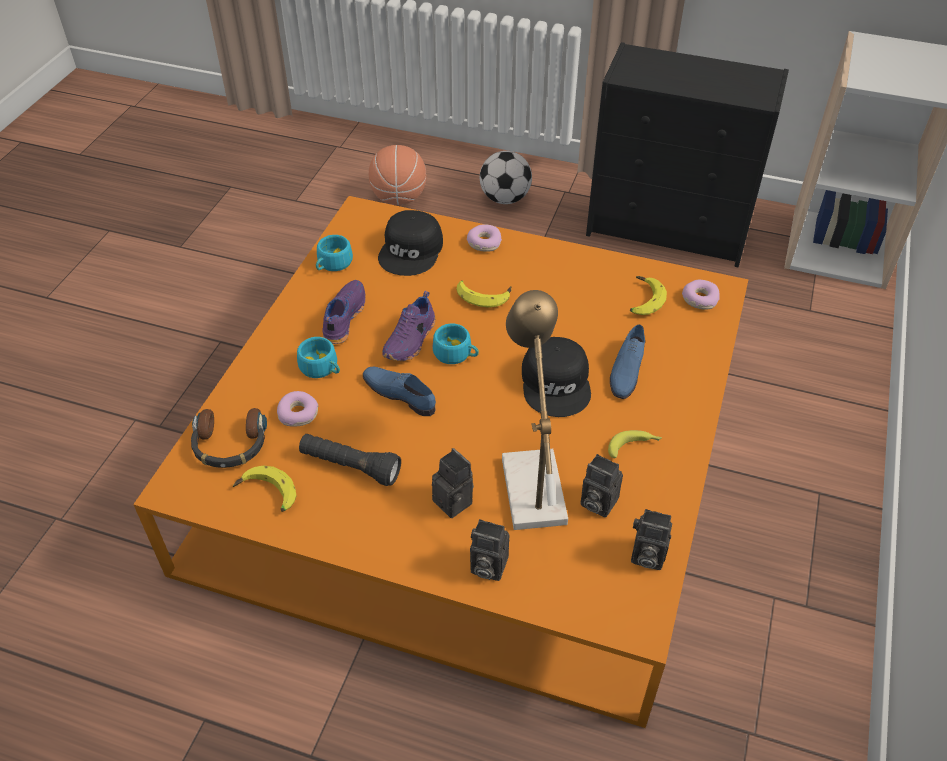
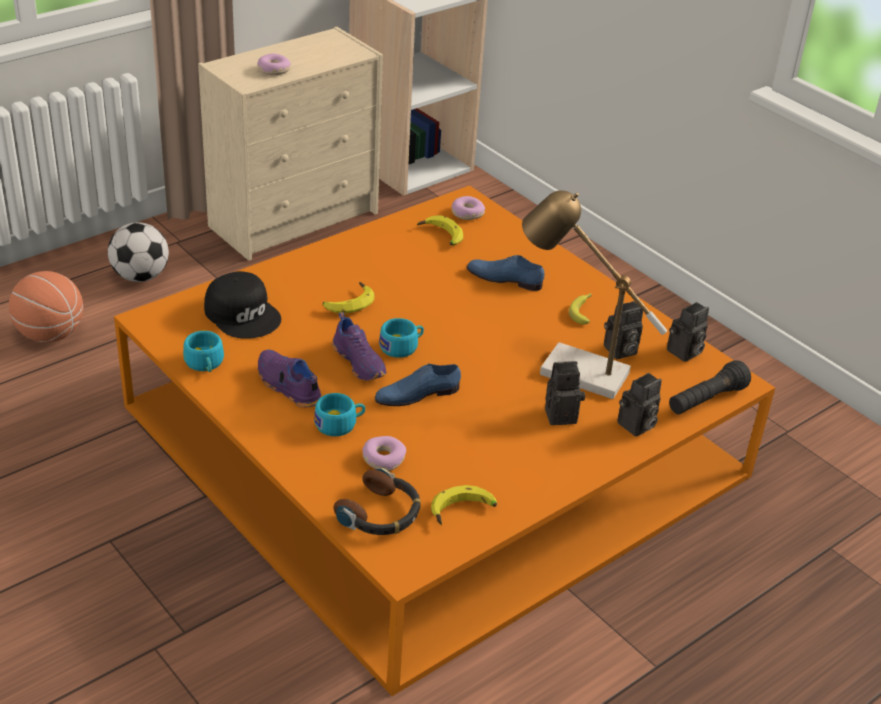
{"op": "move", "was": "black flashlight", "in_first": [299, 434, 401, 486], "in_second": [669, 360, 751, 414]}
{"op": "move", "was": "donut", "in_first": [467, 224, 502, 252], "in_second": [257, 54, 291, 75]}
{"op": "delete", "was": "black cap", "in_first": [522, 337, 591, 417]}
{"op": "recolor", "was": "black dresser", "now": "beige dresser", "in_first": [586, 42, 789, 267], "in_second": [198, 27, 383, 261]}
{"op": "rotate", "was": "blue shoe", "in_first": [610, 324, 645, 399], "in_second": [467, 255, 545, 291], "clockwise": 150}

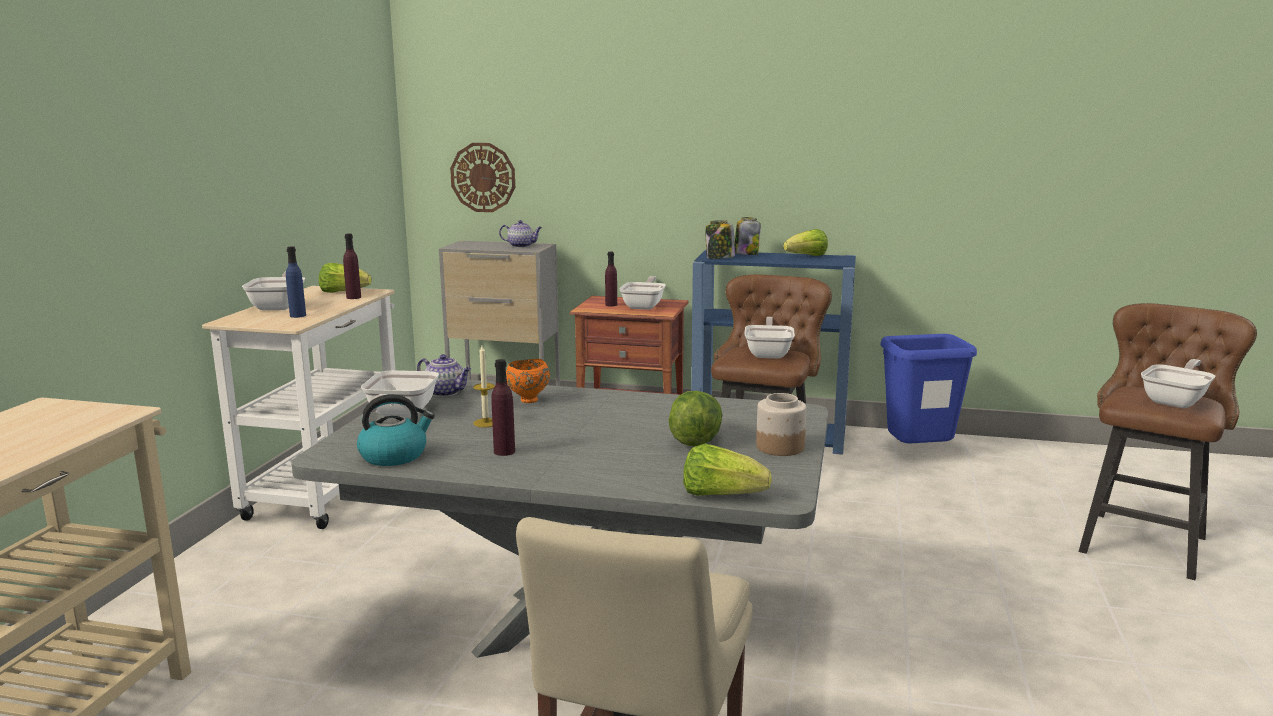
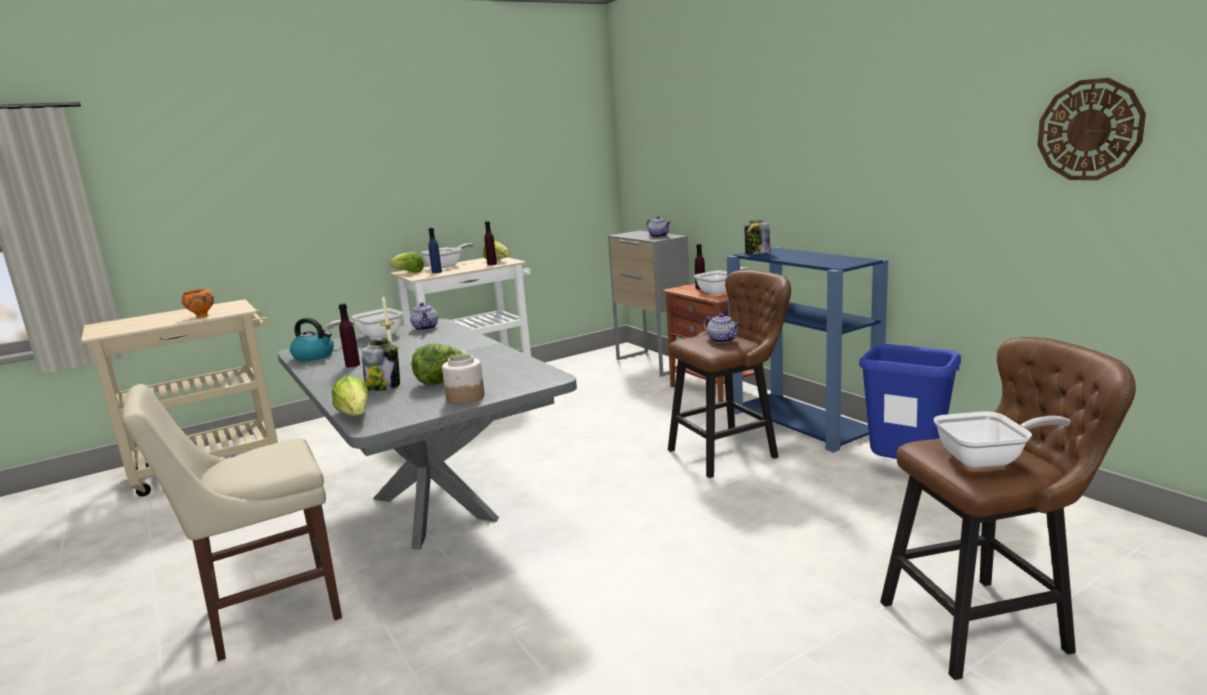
{"op": "move", "was": "wall clock", "in_first": [450, 143, 515, 212], "in_second": [1037, 78, 1146, 180]}
{"op": "move", "was": "orange bowl", "in_first": [506, 359, 550, 403], "in_second": [182, 290, 214, 318]}
{"op": "move", "was": "jar", "in_first": [735, 217, 761, 255], "in_second": [362, 340, 400, 391]}
{"op": "replace", "was": "frying pan", "now": "teapot", "in_first": [745, 317, 795, 358], "in_second": [703, 313, 741, 343]}
{"op": "move", "was": "lettuce", "in_first": [783, 229, 828, 256], "in_second": [390, 252, 424, 273]}

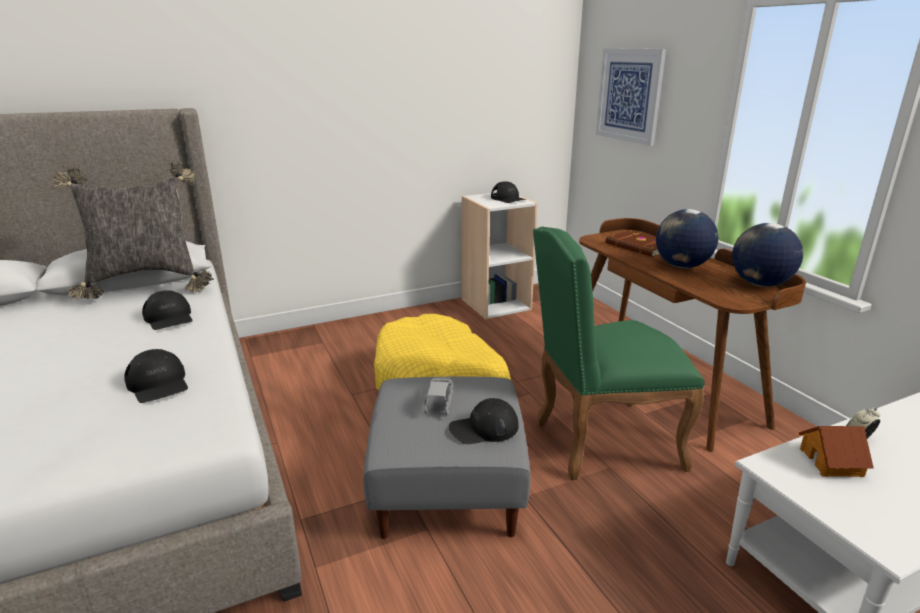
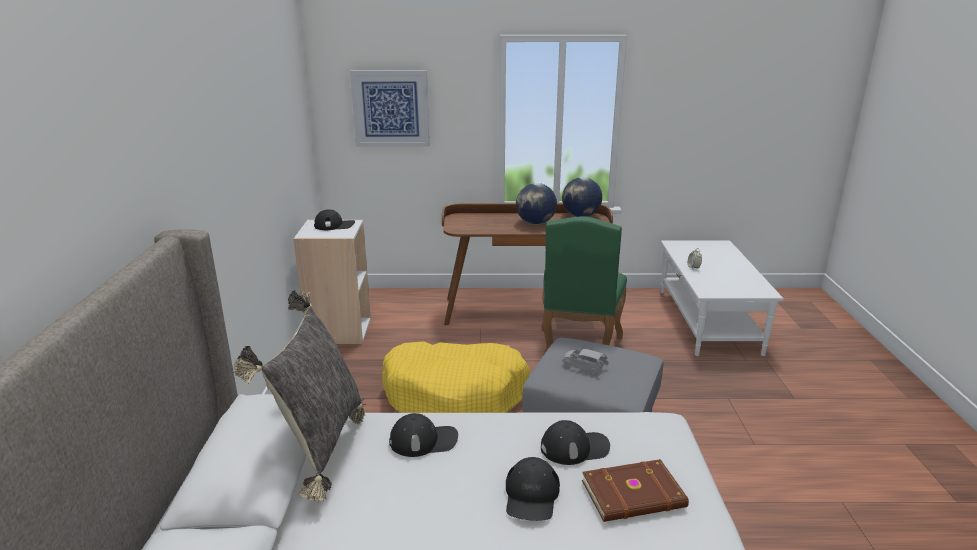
{"op": "move", "was": "black cap", "in_first": [449, 398, 519, 444], "in_second": [506, 457, 560, 521]}
{"op": "move", "was": "brown book", "in_first": [606, 230, 660, 257], "in_second": [582, 459, 689, 522]}
{"op": "delete", "was": "toy house", "in_first": [799, 426, 874, 477]}

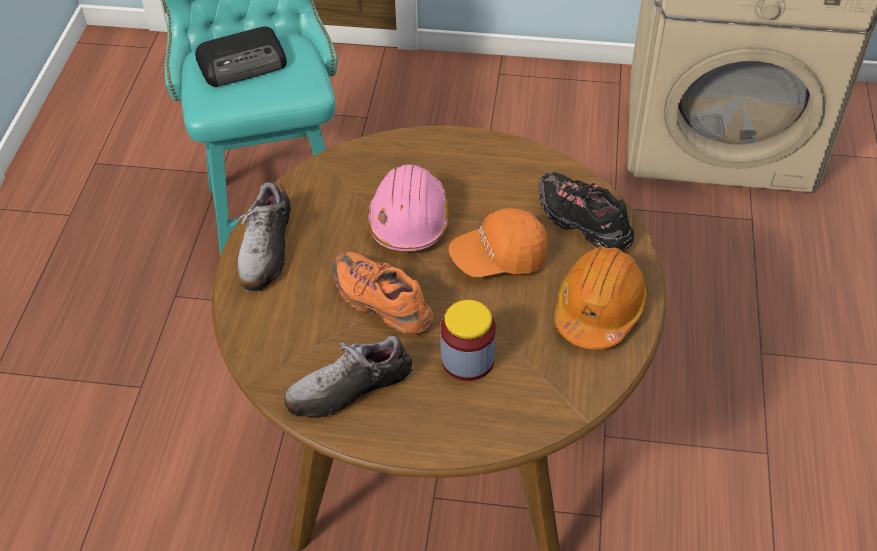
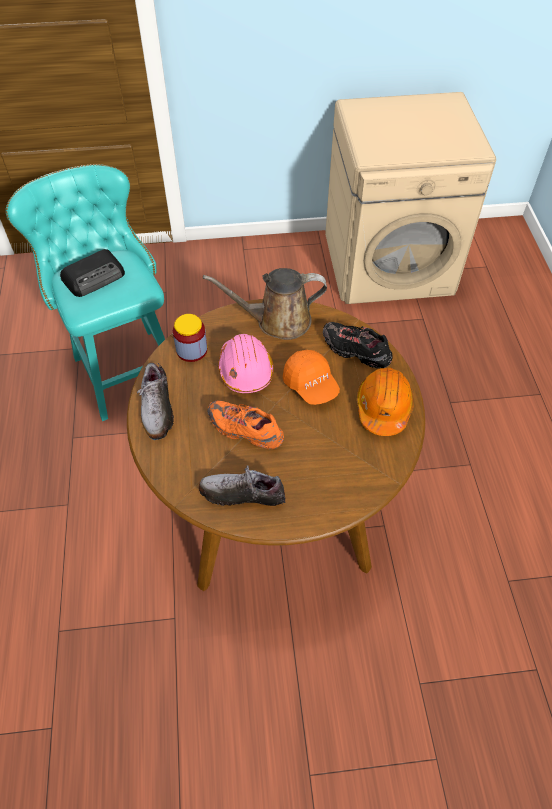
{"op": "rotate", "was": "shoe", "in_first": [284, 335, 413, 418], "in_second": [199, 465, 285, 506], "clockwise": 45}
{"op": "move", "was": "jar", "in_first": [441, 300, 496, 381], "in_second": [173, 314, 207, 362]}
{"op": "rotate", "was": "orange cap", "in_first": [449, 208, 547, 277], "in_second": [283, 350, 340, 405], "clockwise": -90}
{"op": "insert", "now": "brown watering can", "in_second": [203, 268, 327, 340]}

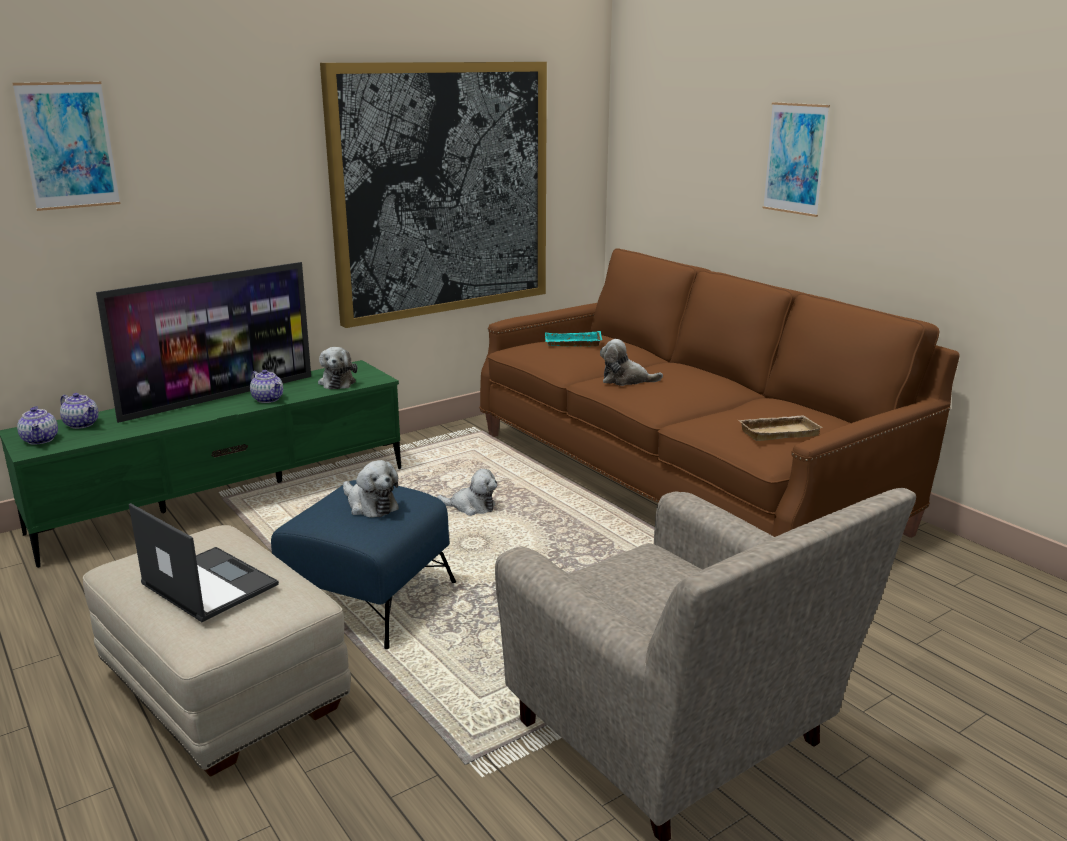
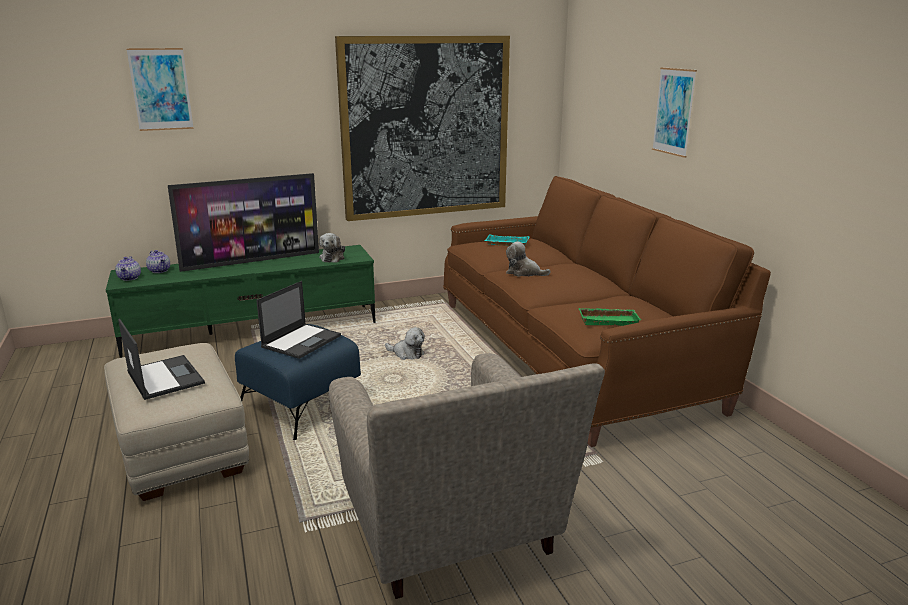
{"op": "delete", "was": "teapot", "in_first": [250, 370, 283, 403]}
{"op": "replace", "was": "plush toy", "now": "laptop", "in_first": [343, 460, 399, 518], "in_second": [256, 281, 341, 359]}
{"op": "recolor", "was": "beige tray", "now": "green tray", "in_first": [738, 415, 823, 441], "in_second": [579, 308, 641, 326]}

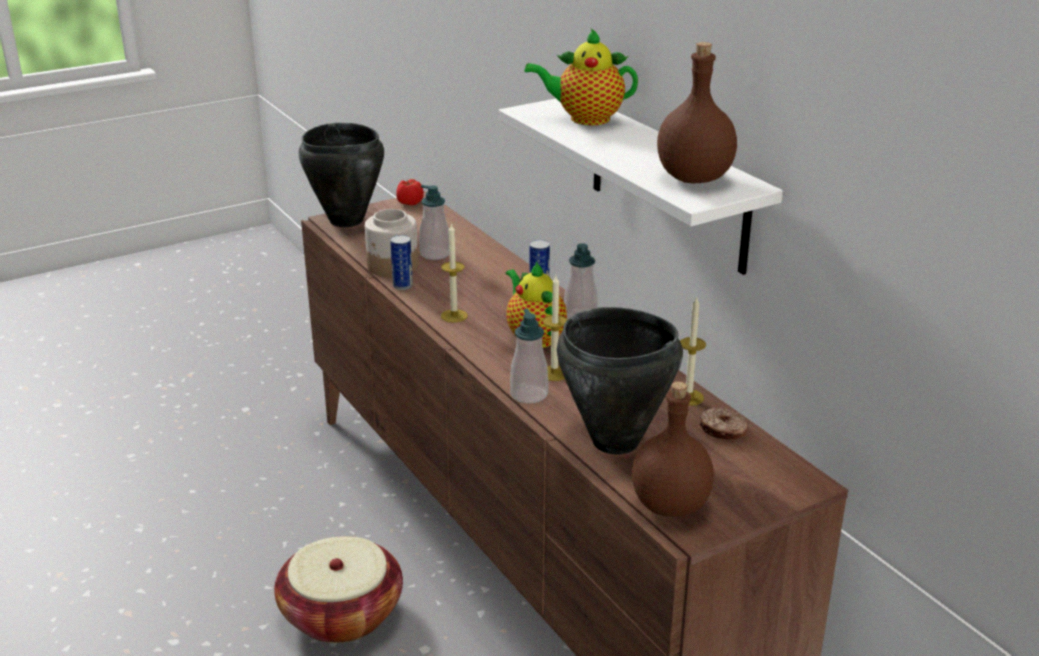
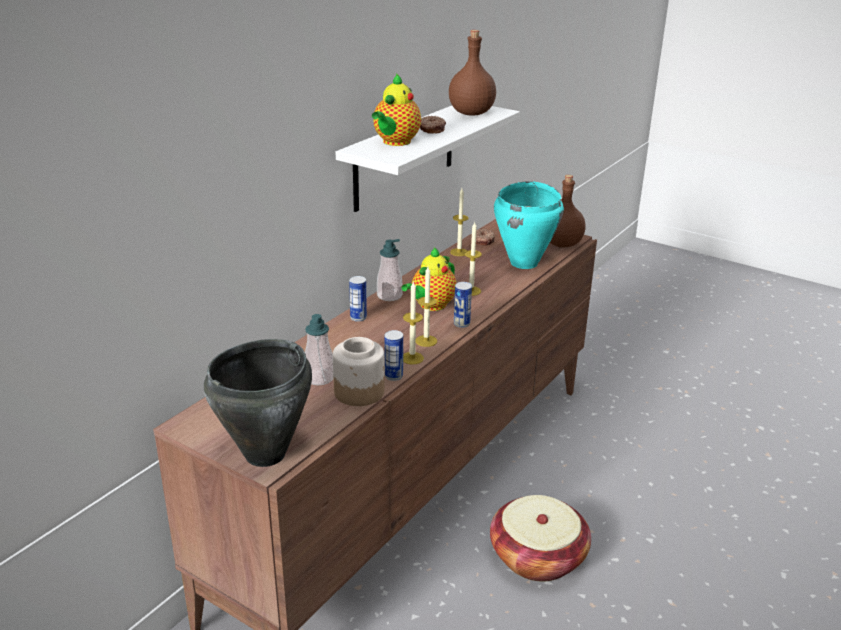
{"op": "delete", "was": "tomato", "in_first": [396, 179, 424, 205]}
{"op": "delete", "was": "soap dispenser", "in_first": [510, 309, 548, 403]}
{"op": "rotate", "was": "teapot", "in_first": [524, 28, 638, 125], "in_second": [372, 73, 421, 146], "clockwise": 45}
{"op": "recolor", "was": "black cooking pot", "now": "turquoise cooking pot", "in_first": [557, 307, 683, 455], "in_second": [494, 181, 564, 269]}
{"op": "insert", "now": "candle", "in_second": [403, 281, 424, 365]}
{"op": "insert", "now": "donut", "in_second": [420, 116, 446, 134]}
{"op": "insert", "now": "can", "in_second": [454, 282, 472, 328]}

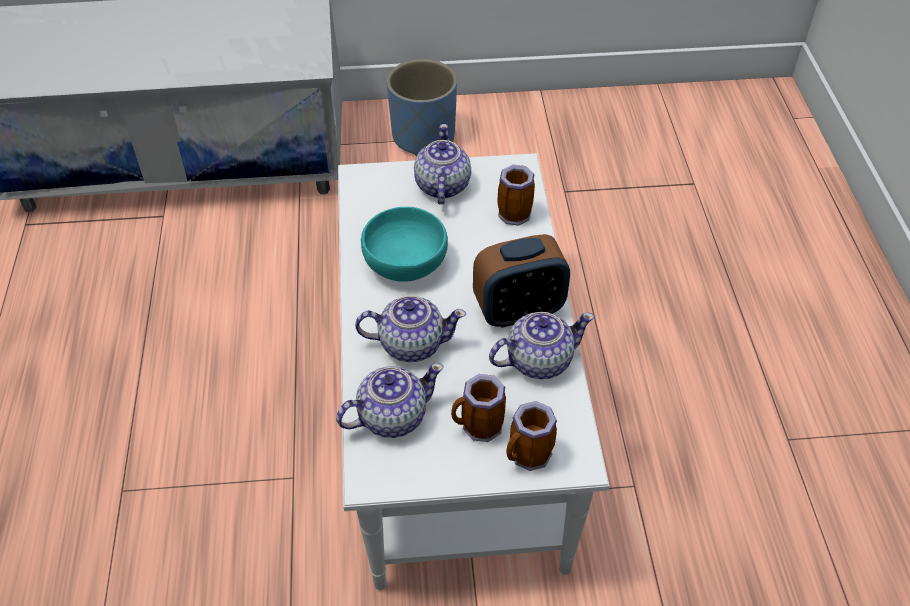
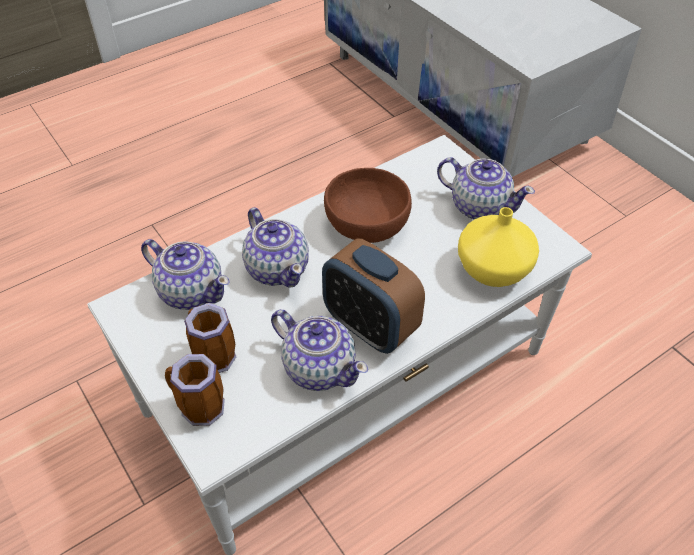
{"op": "recolor", "was": "turquoise bowl", "now": "brown bowl", "in_first": [361, 207, 448, 282], "in_second": [324, 168, 412, 243]}
{"op": "delete", "was": "blue planter", "in_first": [387, 59, 457, 156]}
{"op": "rotate", "was": "teapot", "in_first": [414, 124, 471, 205], "in_second": [437, 157, 535, 219], "clockwise": 60}
{"op": "replace", "was": "mug", "now": "yellow vase", "in_first": [497, 165, 535, 226], "in_second": [458, 207, 539, 287]}

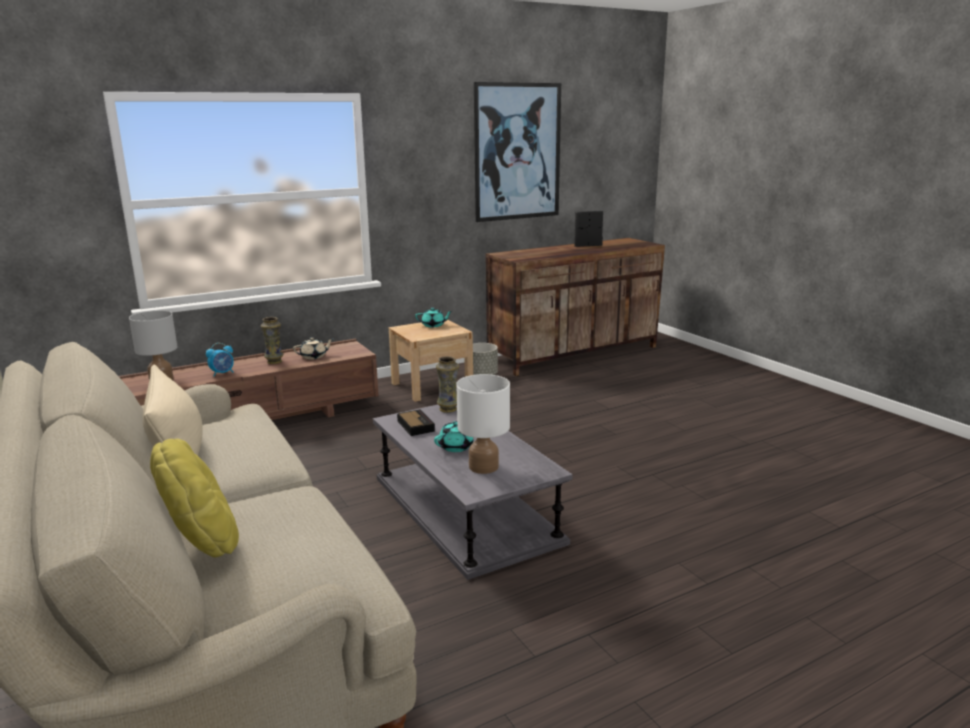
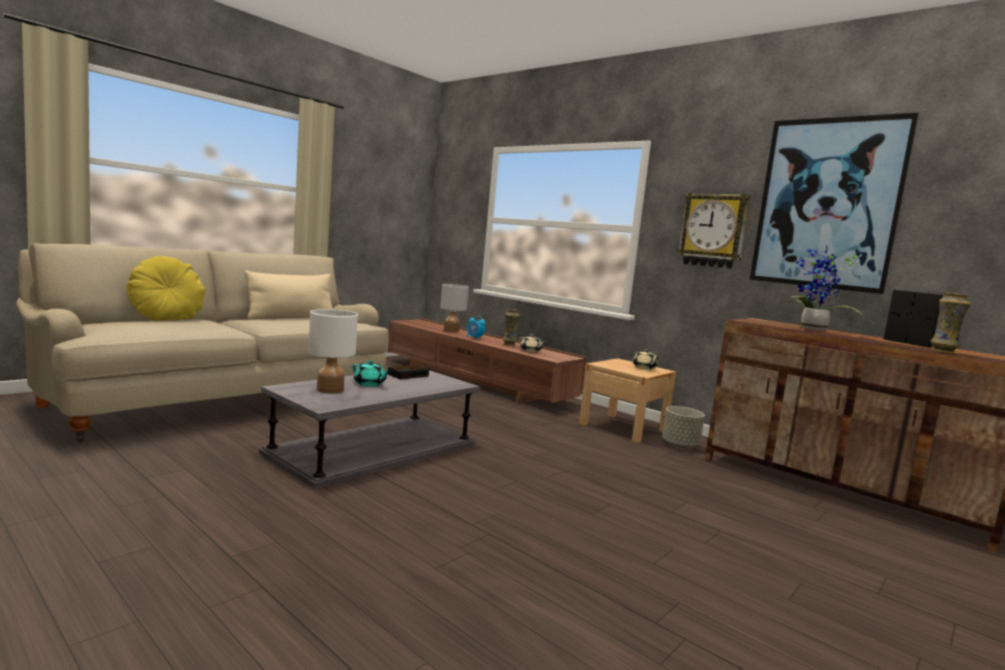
{"op": "recolor", "was": "turquoise teapot", "now": "beige teapot", "in_first": [415, 308, 453, 327], "in_second": [633, 349, 659, 370]}
{"op": "move", "was": "vase", "in_first": [436, 356, 459, 413], "in_second": [930, 292, 971, 354]}
{"op": "insert", "now": "wall clock", "in_second": [677, 193, 751, 269]}
{"op": "insert", "now": "potted plant", "in_second": [788, 245, 863, 330]}

